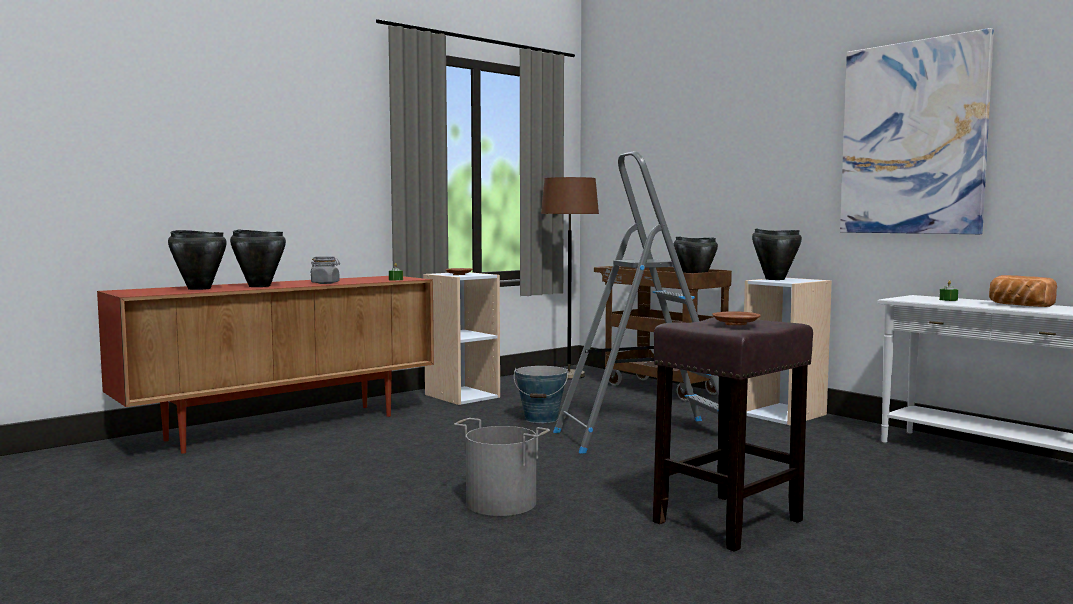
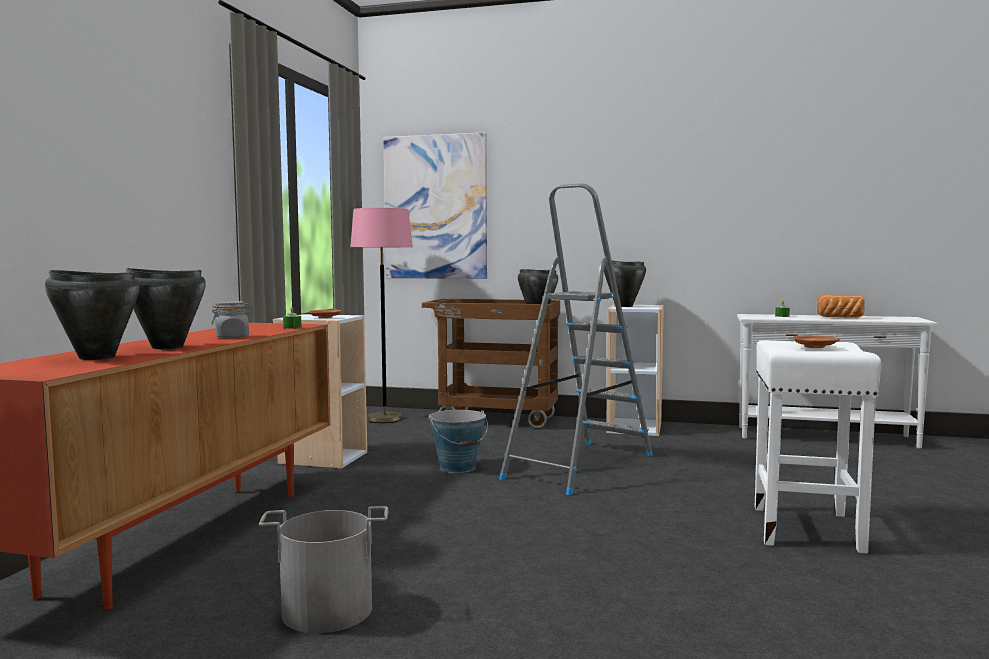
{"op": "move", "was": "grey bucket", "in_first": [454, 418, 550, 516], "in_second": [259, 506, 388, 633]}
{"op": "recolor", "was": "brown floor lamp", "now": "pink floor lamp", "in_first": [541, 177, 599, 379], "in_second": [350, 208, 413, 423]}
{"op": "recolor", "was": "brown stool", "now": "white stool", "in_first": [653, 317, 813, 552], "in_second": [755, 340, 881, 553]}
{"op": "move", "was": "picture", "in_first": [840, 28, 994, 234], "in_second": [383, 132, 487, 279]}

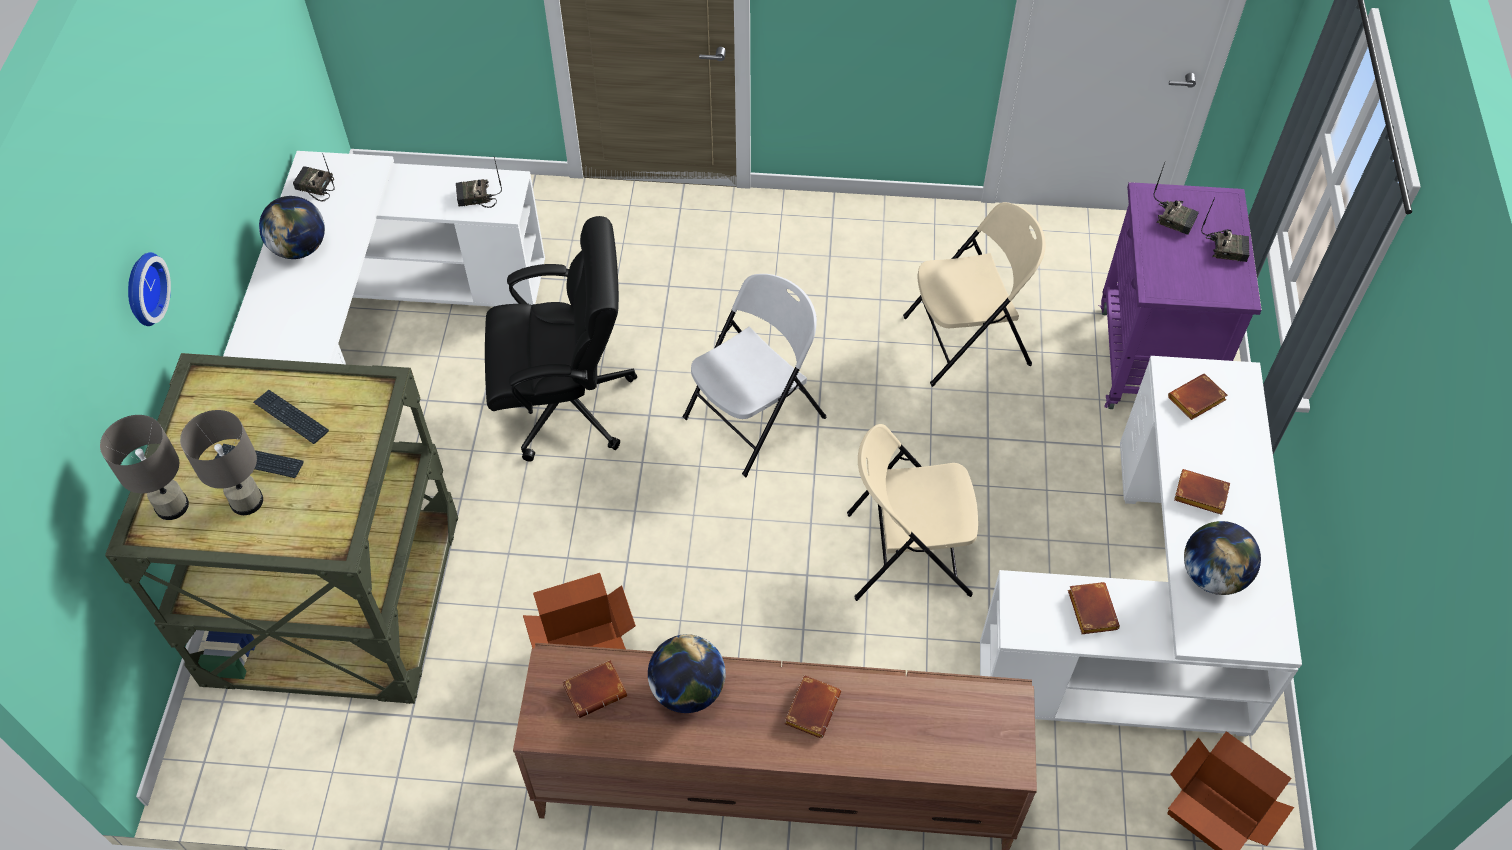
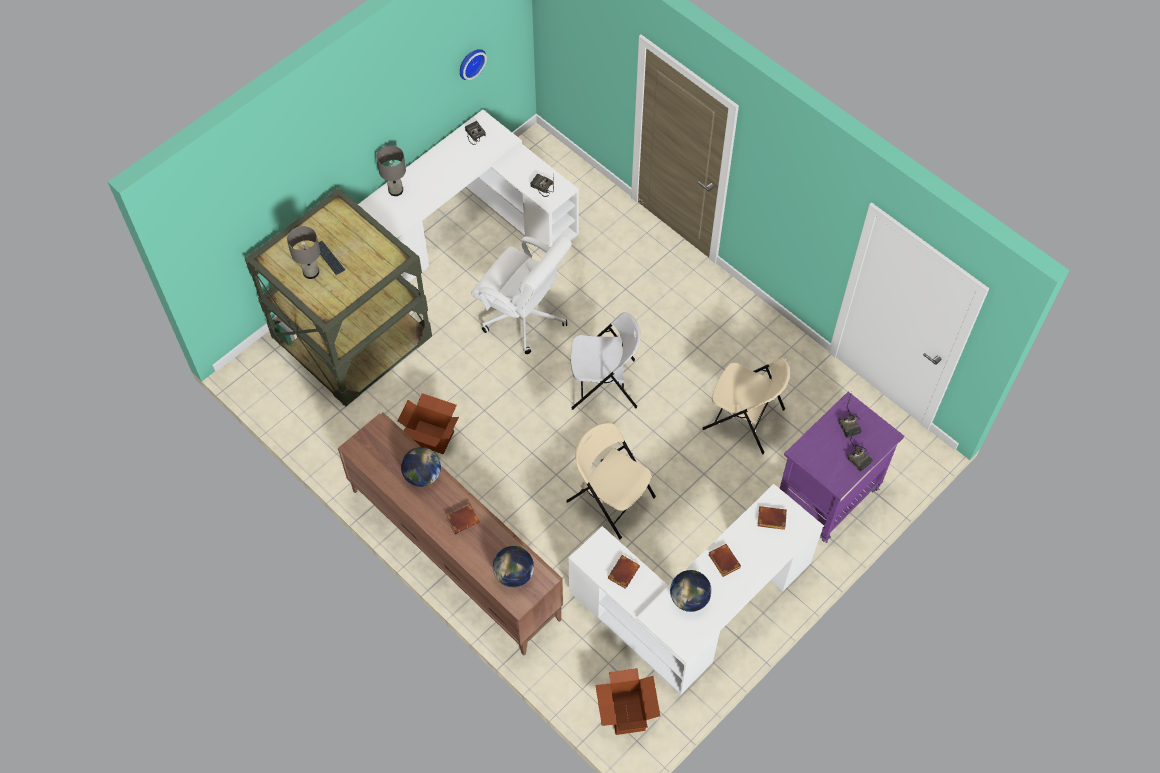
{"op": "move", "was": "grey table lamp", "in_first": [100, 415, 189, 520], "in_second": [376, 145, 406, 196]}
{"op": "move", "was": "wall clock", "in_first": [128, 252, 171, 326], "in_second": [460, 49, 487, 80]}
{"op": "delete", "was": "keyboard", "in_first": [253, 390, 329, 444]}
{"op": "move", "was": "globe", "in_first": [259, 196, 325, 259], "in_second": [493, 546, 534, 587]}
{"op": "recolor", "was": "black office chair", "now": "white office chair", "in_first": [485, 216, 637, 461], "in_second": [471, 236, 572, 354]}
{"op": "delete", "was": "brown book", "in_first": [563, 660, 627, 718]}

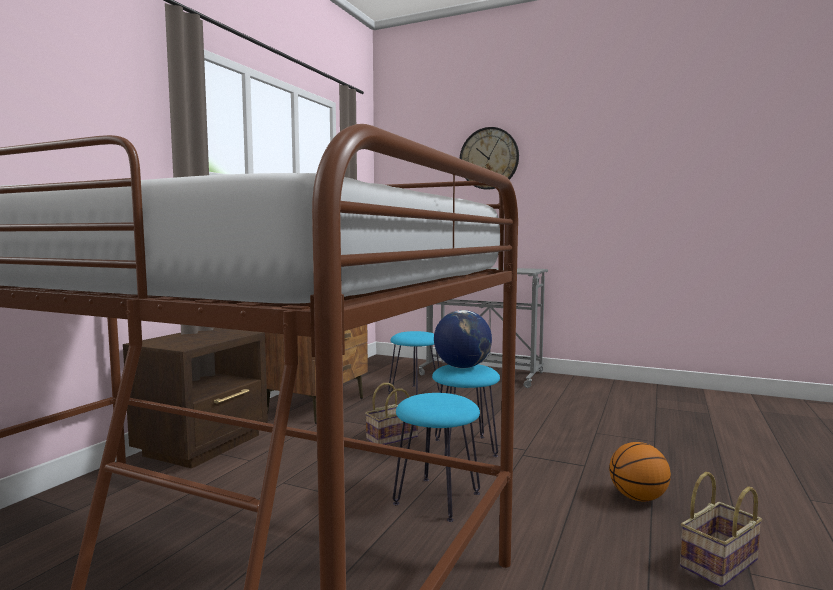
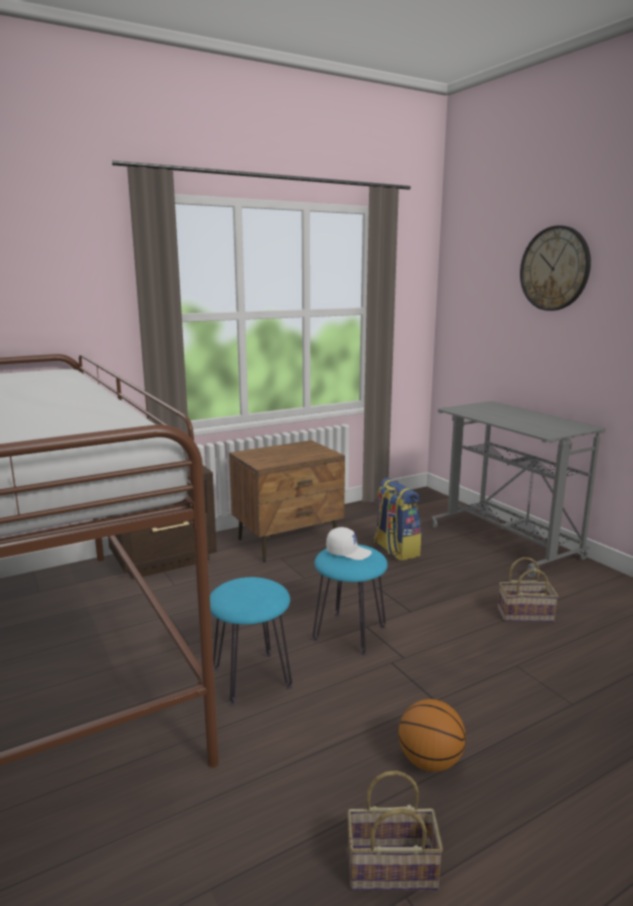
{"op": "move", "was": "basket", "in_first": [365, 383, 418, 445], "in_second": [498, 557, 558, 622]}
{"op": "replace", "was": "turquoise stool", "now": "backpack", "in_first": [388, 331, 443, 395], "in_second": [373, 478, 421, 561]}
{"op": "replace", "was": "globe", "now": "white cap", "in_first": [434, 310, 492, 368], "in_second": [326, 527, 372, 560]}

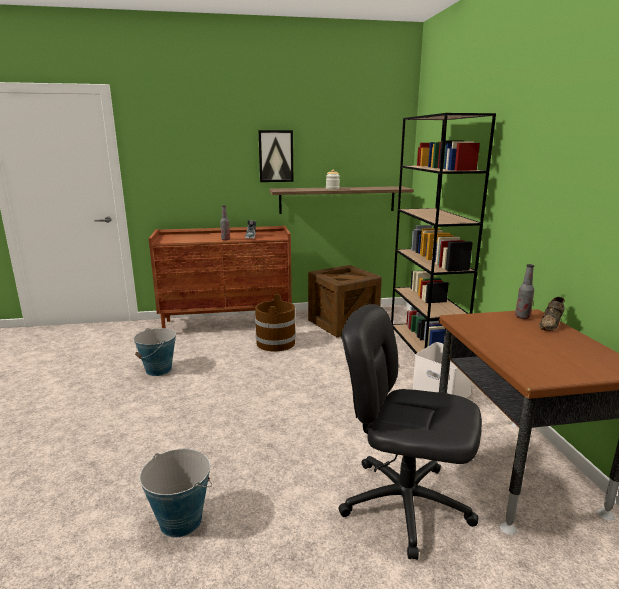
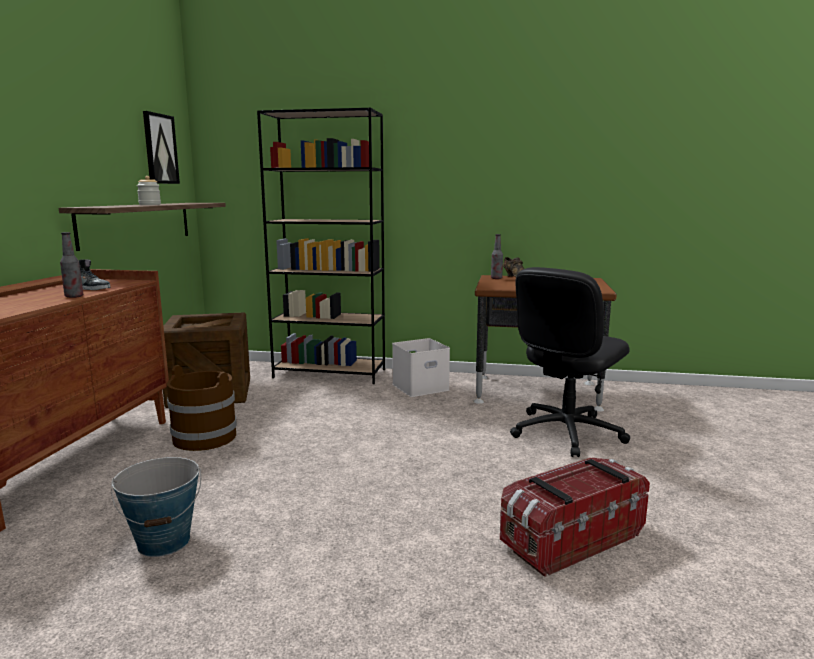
{"op": "replace", "was": "bucket", "now": "storage box", "in_first": [139, 449, 212, 538], "in_second": [500, 458, 650, 577]}
{"op": "move", "was": "picture", "in_first": [258, 130, 293, 182], "in_second": [143, 111, 180, 184]}

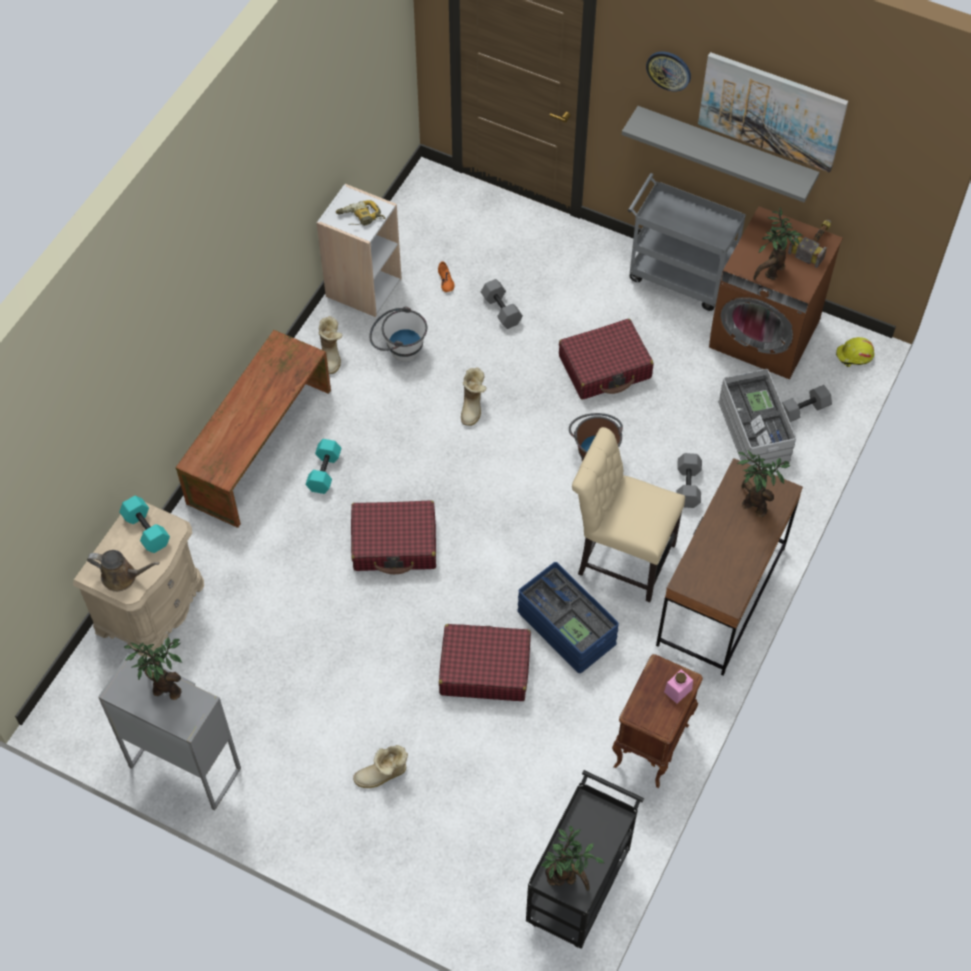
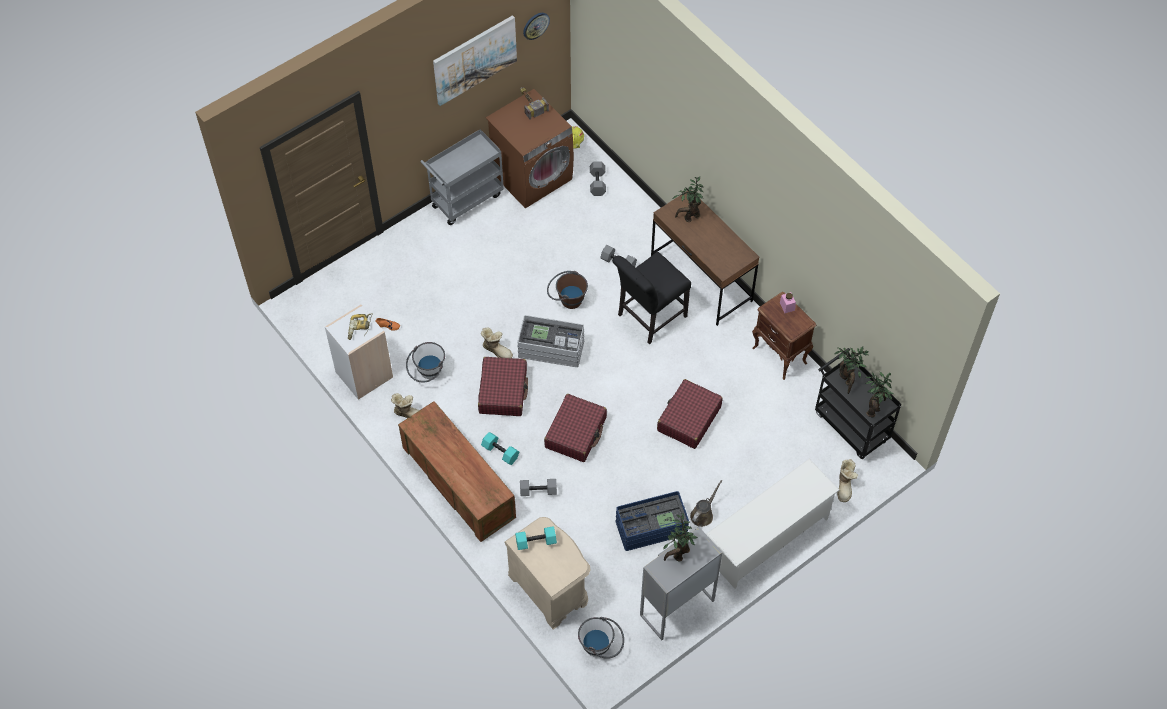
{"op": "move", "was": "brown watering can", "in_first": [87, 550, 160, 592], "in_second": [690, 480, 722, 527]}
{"op": "move", "was": "boot", "in_first": [353, 745, 408, 788], "in_second": [837, 459, 858, 502]}
{"op": "move", "was": "grey dumbbell", "in_first": [481, 279, 523, 329], "in_second": [520, 479, 557, 496]}
{"op": "move", "was": "blue storage box", "in_first": [517, 562, 619, 673], "in_second": [616, 491, 689, 551]}
{"op": "move", "was": "red suitcase", "in_first": [559, 319, 653, 400], "in_second": [478, 357, 528, 416]}
{"op": "recolor", "was": "beige chair", "now": "black chair", "in_first": [572, 427, 685, 602], "in_second": [612, 251, 691, 344]}
{"op": "delete", "was": "grey shelf", "in_first": [622, 106, 819, 202]}
{"op": "move", "was": "wall clock", "in_first": [646, 52, 691, 91], "in_second": [523, 13, 550, 40]}
{"op": "move", "was": "grey storage box", "in_first": [718, 369, 796, 468], "in_second": [517, 315, 584, 367]}
{"op": "move", "was": "potted plant", "in_first": [754, 208, 803, 280], "in_second": [835, 346, 868, 394]}
{"op": "insert", "now": "white bucket", "in_second": [578, 617, 624, 659]}
{"op": "insert", "now": "white shoe rack", "in_second": [706, 459, 839, 589]}

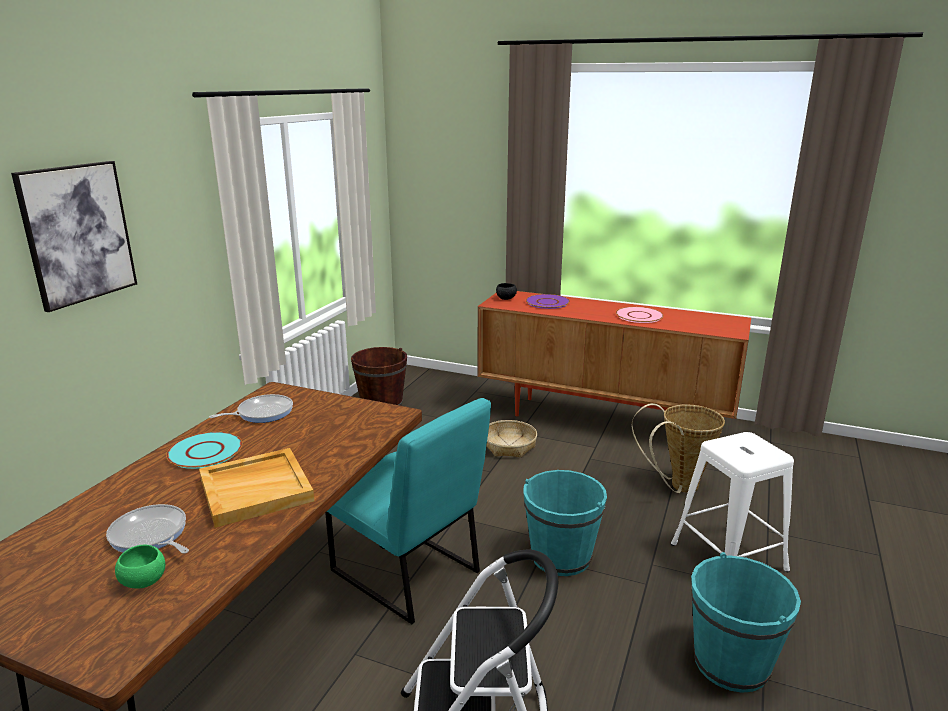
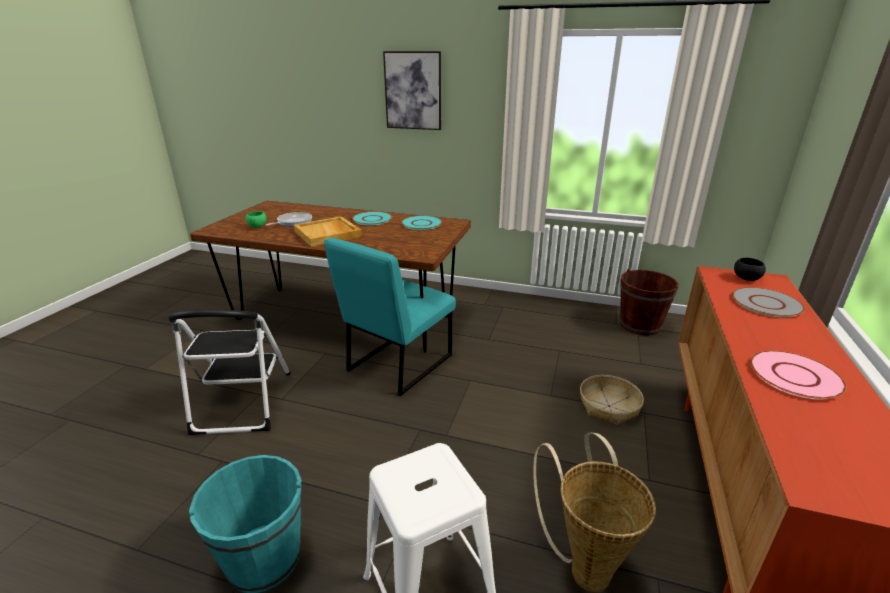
{"op": "replace", "was": "frying pan", "now": "turquoise plate", "in_first": [209, 394, 293, 423], "in_second": [401, 216, 442, 230]}
{"op": "delete", "was": "turquoise bucket", "in_first": [523, 470, 607, 576]}
{"op": "recolor", "was": "purple plate", "now": "grey plate", "in_first": [526, 294, 570, 309], "in_second": [732, 287, 805, 318]}

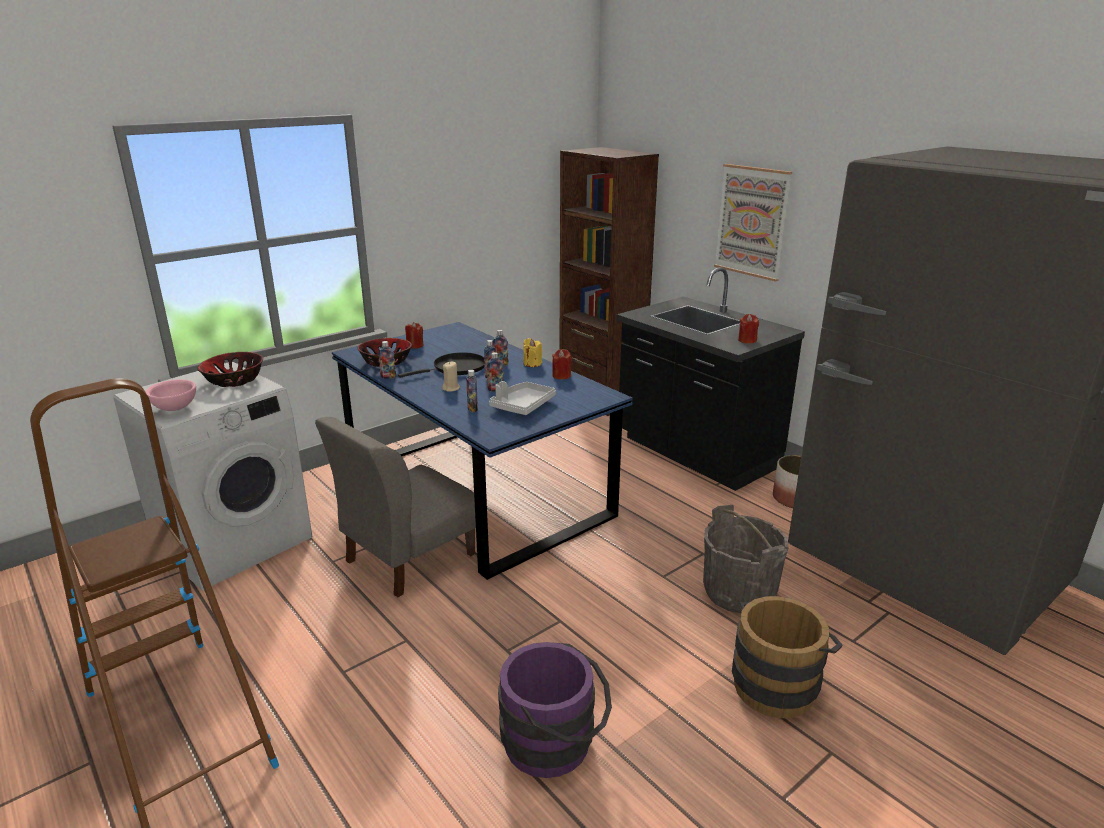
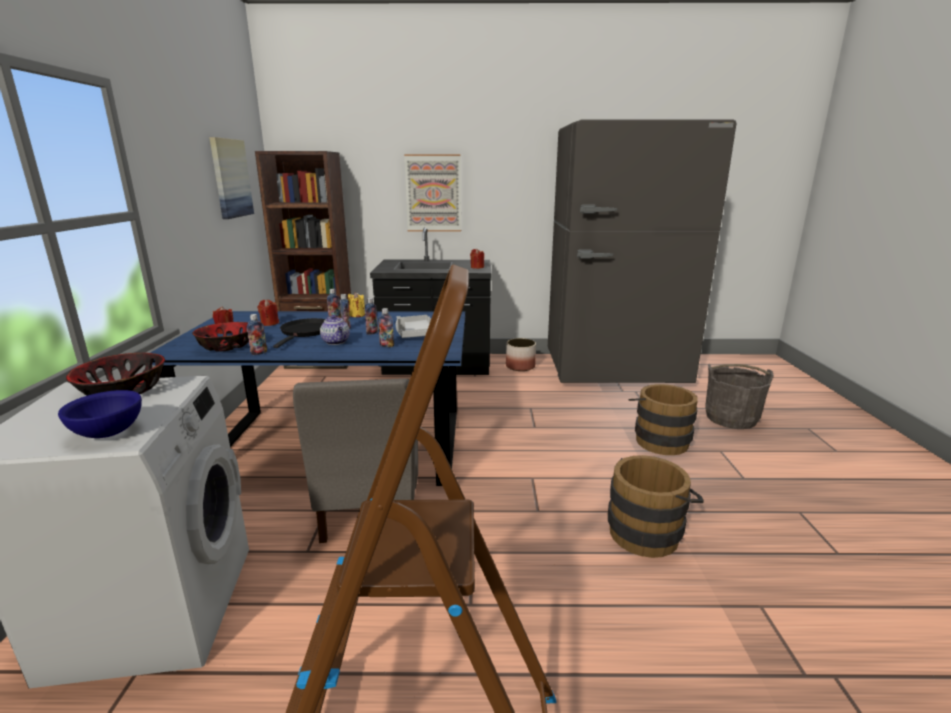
{"op": "recolor", "was": "pink bowl", "now": "blue bowl", "in_first": [145, 379, 196, 411], "in_second": [58, 390, 142, 438]}
{"op": "replace", "was": "beige candle", "now": "teapot", "in_first": [442, 362, 460, 392], "in_second": [320, 315, 350, 345]}
{"op": "recolor", "was": "purple bucket", "now": "brown bucket", "in_first": [498, 642, 612, 778], "in_second": [608, 455, 704, 558]}
{"op": "move", "was": "red candle", "in_first": [552, 349, 572, 379], "in_second": [257, 299, 279, 326]}
{"op": "move", "was": "grey bucket", "in_first": [703, 505, 789, 613], "in_second": [705, 364, 774, 429]}
{"op": "insert", "now": "picture", "in_second": [209, 137, 254, 219]}

